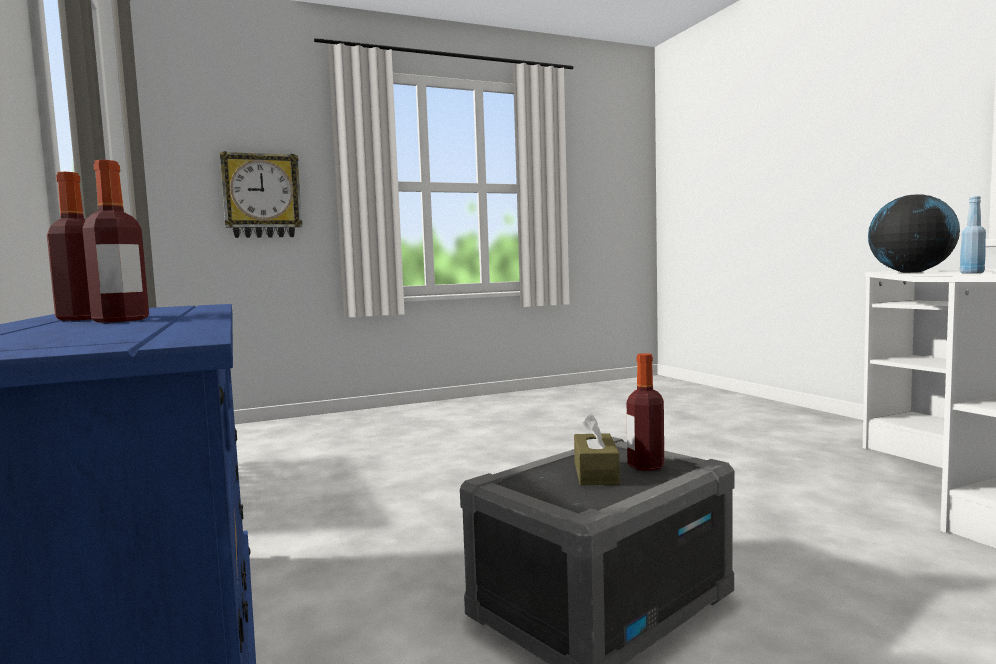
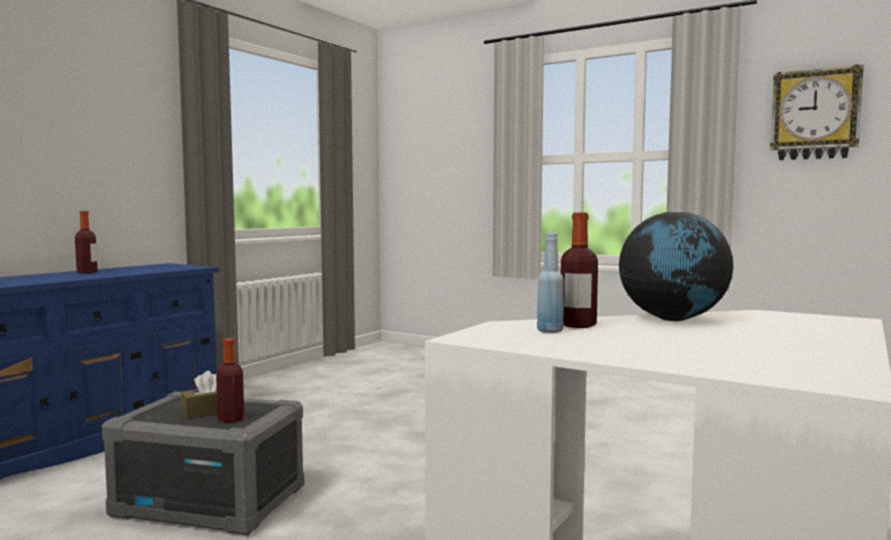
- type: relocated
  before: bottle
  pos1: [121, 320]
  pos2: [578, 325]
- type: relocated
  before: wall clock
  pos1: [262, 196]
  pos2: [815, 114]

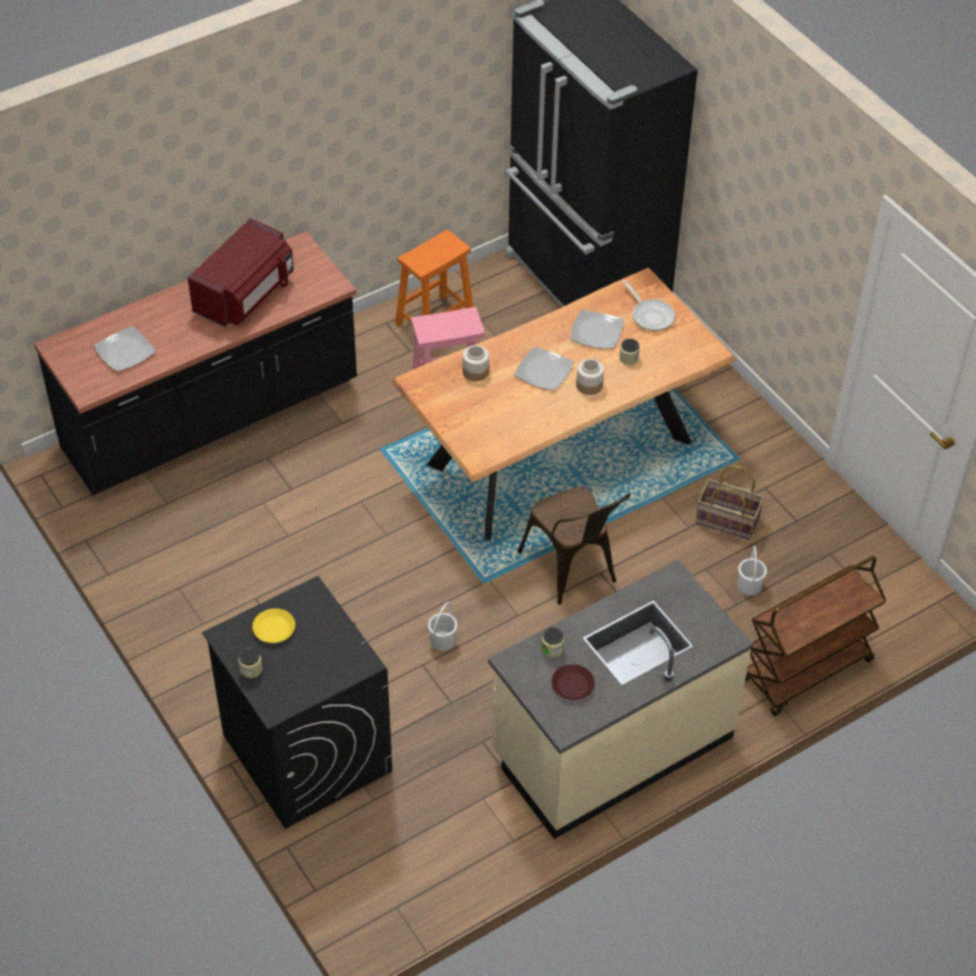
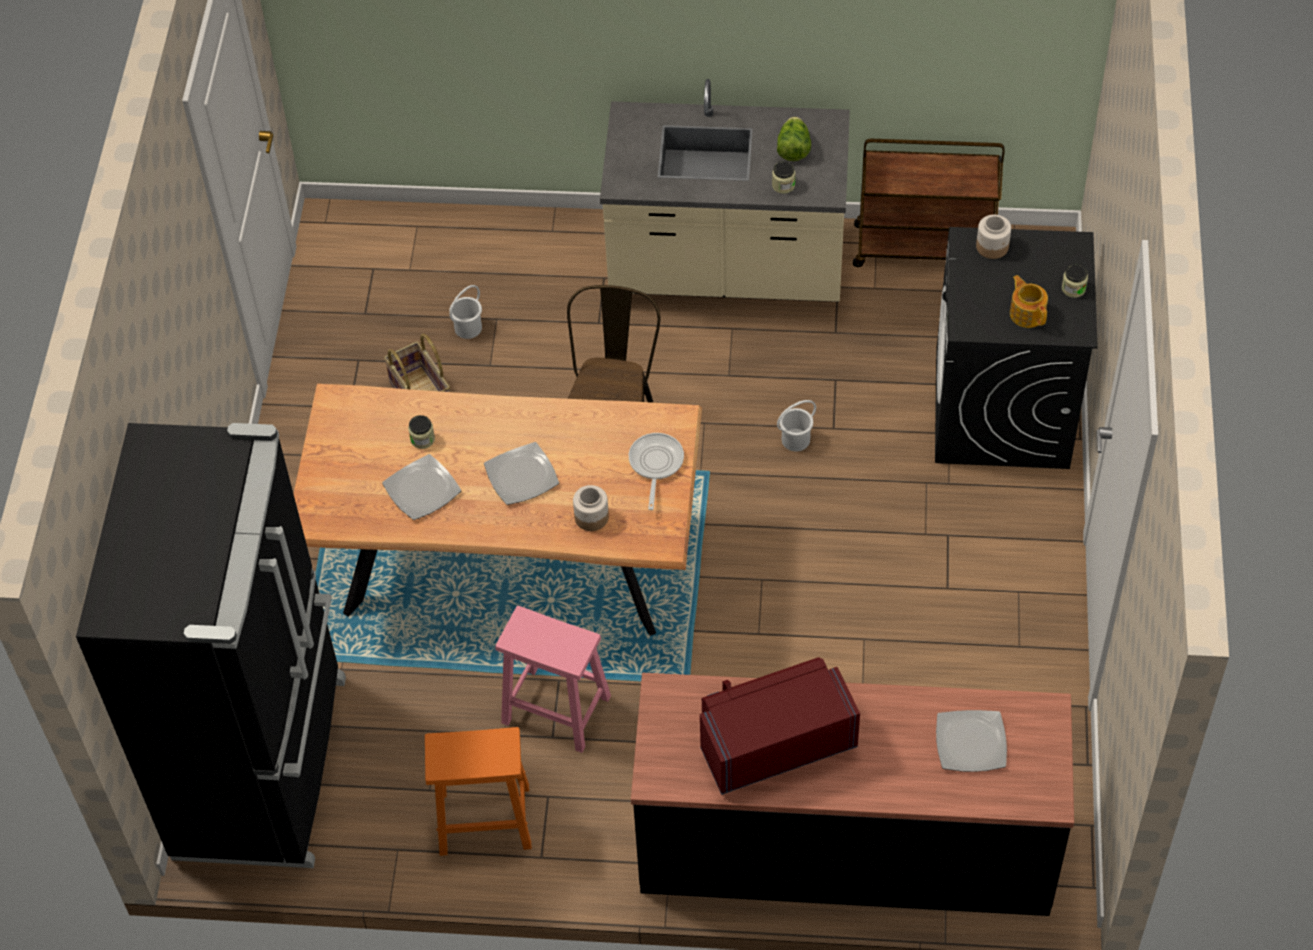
- type: exchanged
  before: plate in yellow
  after: teapot
  pos1: [273, 629]
  pos2: [1027, 313]
- type: exchanged
  before: plate in brown
  after: lettuce
  pos1: [572, 685]
  pos2: [793, 149]
- type: relocated
  before: jar
  pos1: [589, 385]
  pos2: [992, 246]
- type: relocated
  before: frying pan
  pos1: [650, 315]
  pos2: [655, 464]
- type: relocated
  before: cart in brown
  pos1: [806, 671]
  pos2: [924, 247]

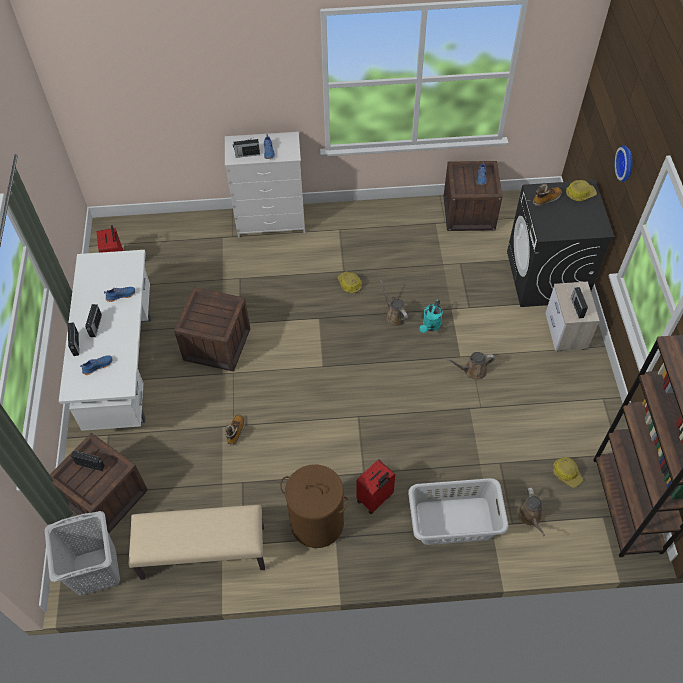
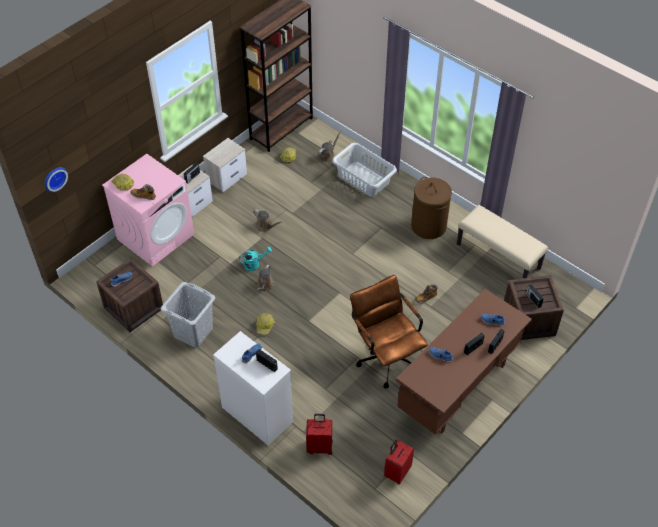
- type: relocated
  before: laundry basket in grey
  pos1: [97, 570]
  pos2: [193, 332]
- type: colour
  before: desk in white
  after: desk in brown
  pos1: [123, 369]
  pos2: [458, 388]
- type: exchanged
  before: crate
  after: office chair in brown
  pos1: [217, 344]
  pos2: [386, 355]
- type: relocated
  before: suitcase in red
  pos1: [375, 499]
  pos2: [320, 446]
- type: colour
  before: washing machine in black
  after: washing machine in pink
  pos1: [546, 277]
  pos2: [156, 236]
- type: relocated
  before: wall clock
  pos1: [626, 163]
  pos2: [54, 178]
- type: appeared
  after: nightstand
  pos2: [227, 177]

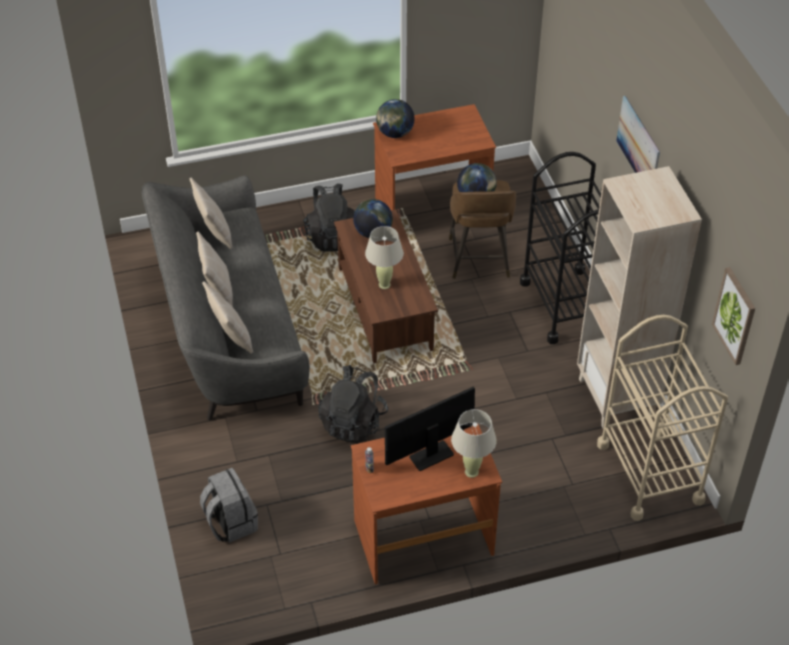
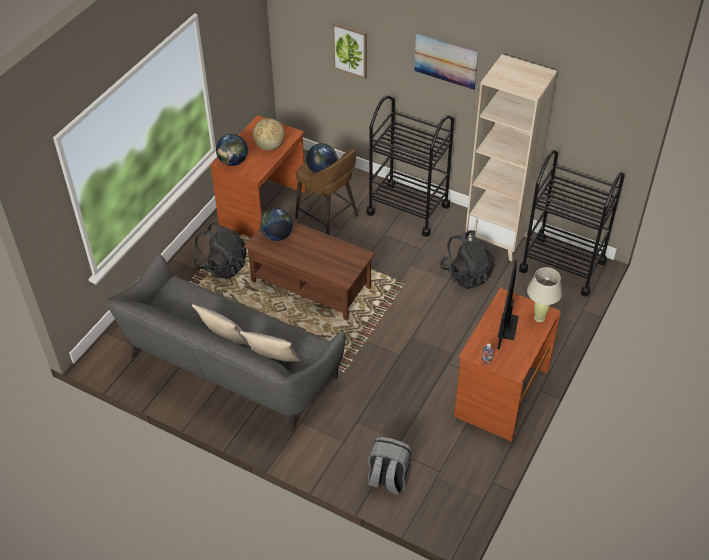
- type: missing
  before: pillow in beige
  pos1: [214, 232]
- type: relocated
  before: backpack in black
  pos1: [353, 422]
  pos2: [466, 274]
- type: missing
  before: table lamp in beige
  pos1: [384, 285]
- type: colour
  before: cart in beige
  after: cart in black
  pos1: [650, 472]
  pos2: [562, 266]
- type: relocated
  before: picture
  pos1: [735, 316]
  pos2: [350, 50]
- type: appeared
  after: globe
  pos2: [269, 146]

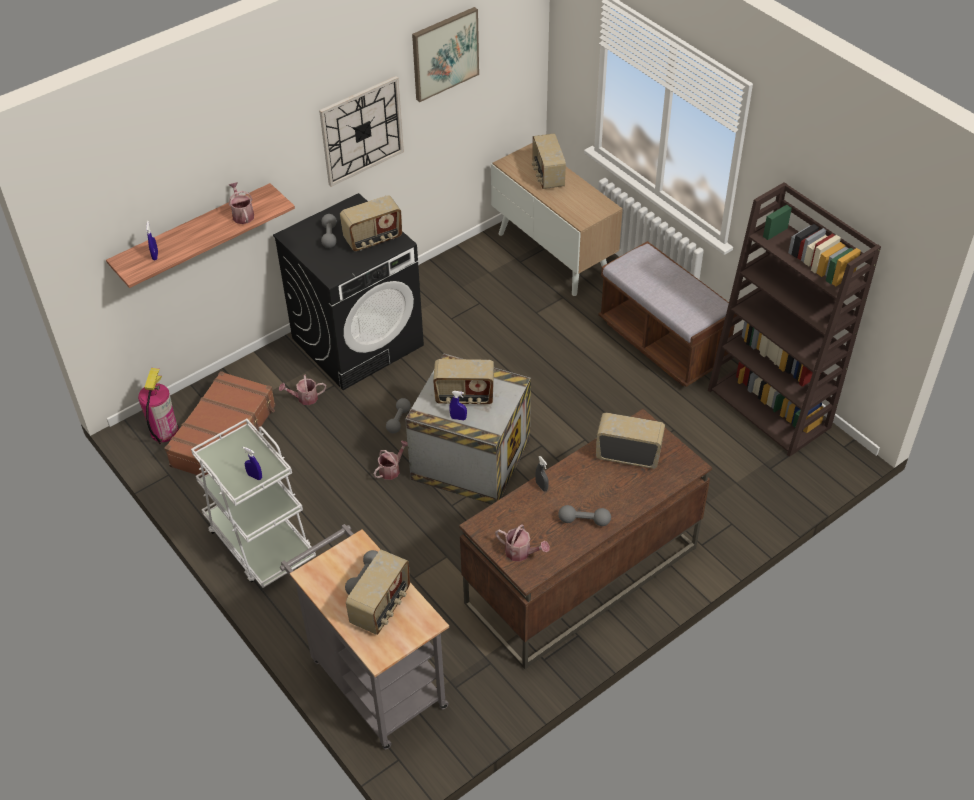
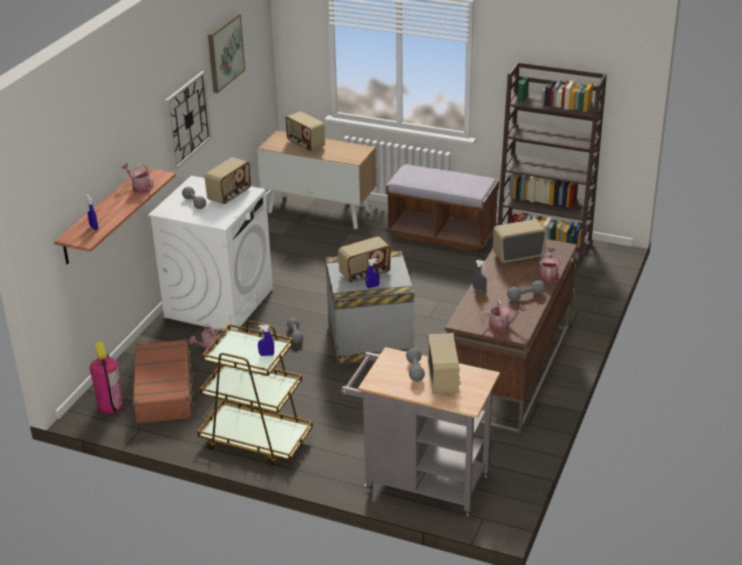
- type: colour
  before: cart in white
  after: cart in brown
  pos1: [260, 542]
  pos2: [255, 440]
- type: colour
  before: washing machine in black
  after: washing machine in white
  pos1: [358, 341]
  pos2: [219, 302]
- type: relocated
  before: watering can
  pos1: [391, 469]
  pos2: [548, 275]

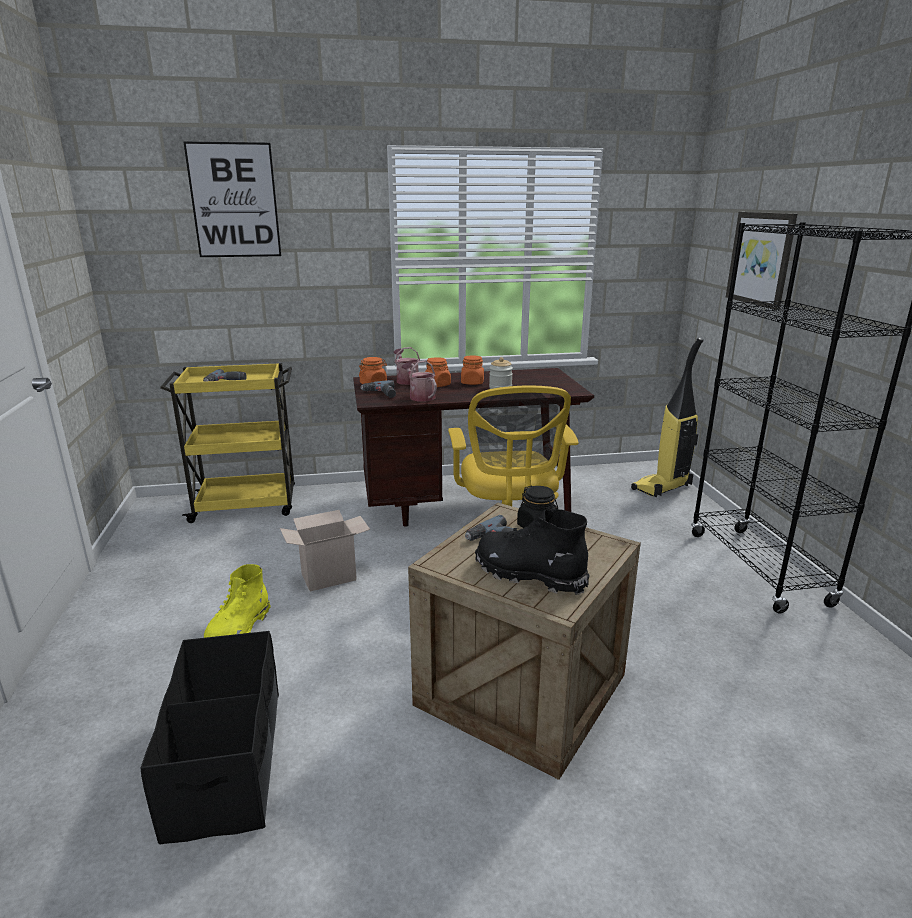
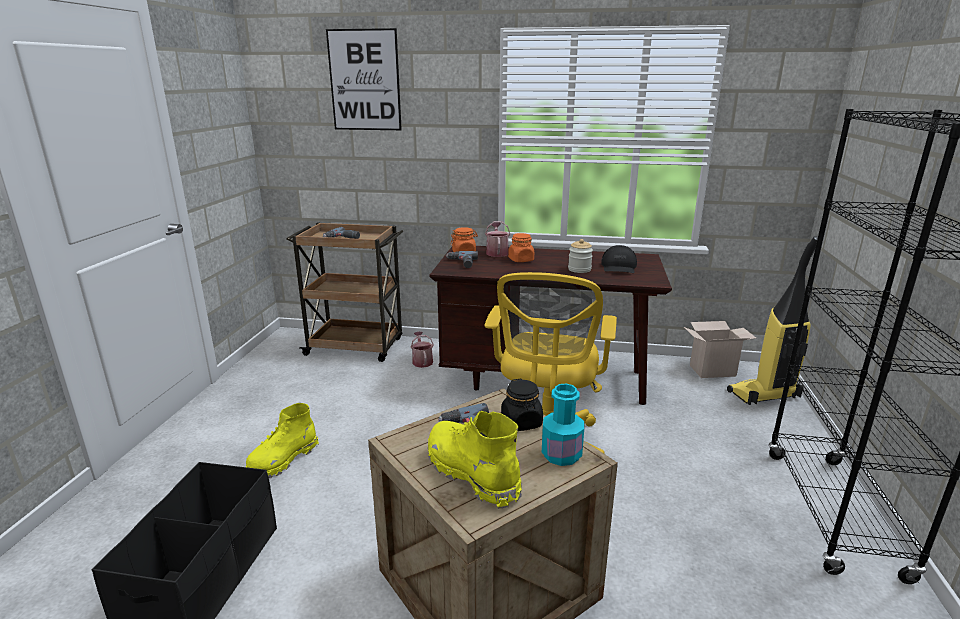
- type: colour
  before: cart in yellow
  after: cart in brown
  pos1: [247, 505]
  pos2: [356, 347]
- type: relocated
  before: cardboard box
  pos1: [330, 576]
  pos2: [713, 370]
- type: relocated
  before: watering can
  pos1: [420, 396]
  pos2: [422, 361]
- type: missing
  before: jar in orange
  pos1: [472, 383]
- type: colour
  before: boot in black
  after: boot in yellow
  pos1: [529, 574]
  pos2: [472, 473]
- type: missing
  before: picture
  pos1: [761, 259]
- type: appeared
  after: bottle in turquoise
  pos2: [561, 454]
- type: appeared
  after: cap in black
  pos2: [619, 267]

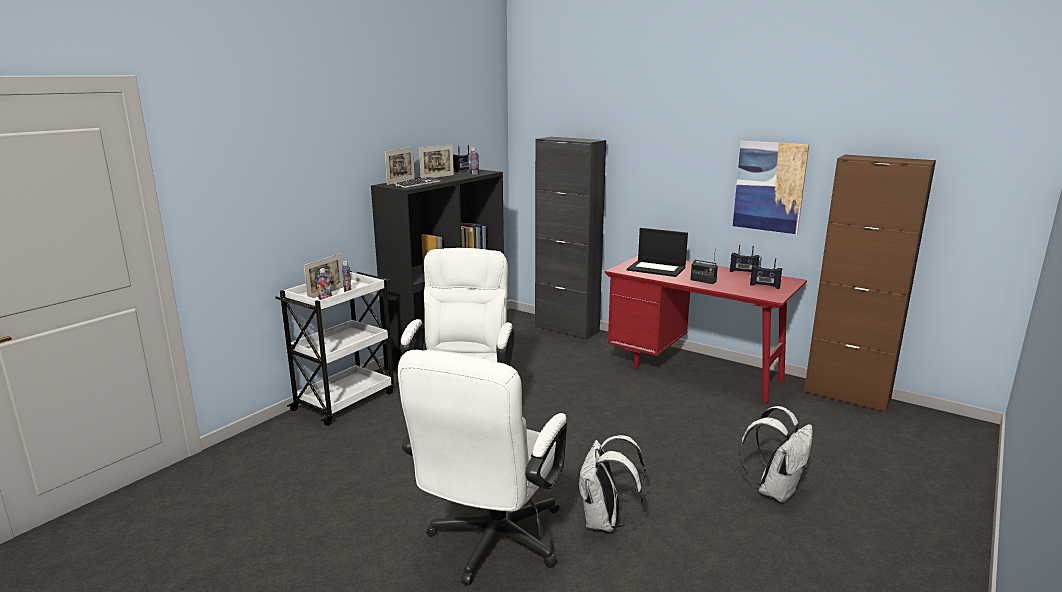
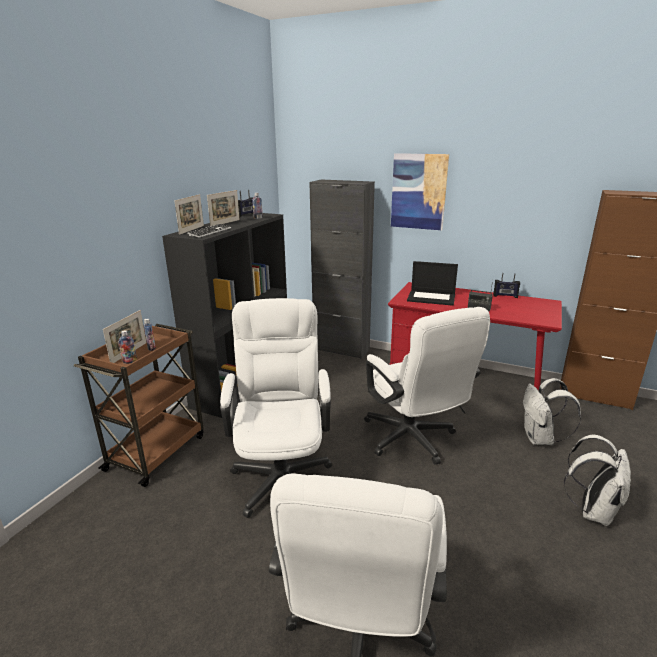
- type: colour
  before: cart in white
  after: cart in brown
  pos1: [345, 400]
  pos2: [157, 451]
- type: relocated
  before: backpack in white
  pos1: [604, 522]
  pos2: [540, 439]
- type: relocated
  before: picture
  pos1: [769, 186]
  pos2: [418, 191]
- type: missing
  before: radio
  pos1: [764, 286]
- type: appeared
  after: office chair in white
  pos2: [413, 441]

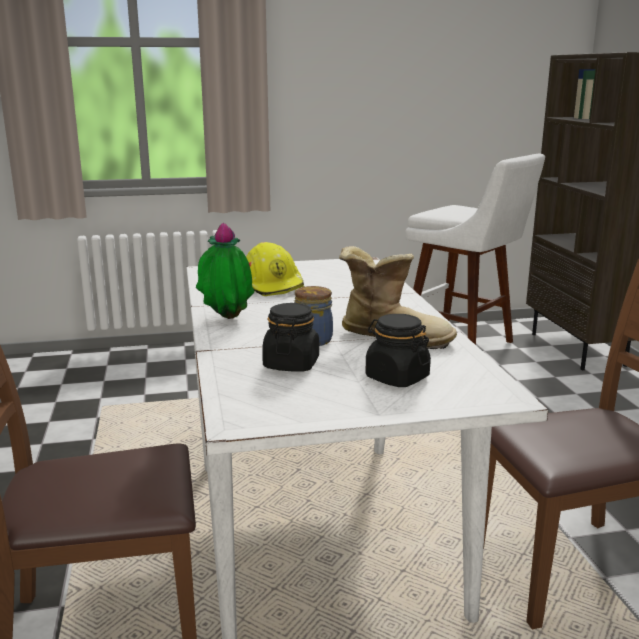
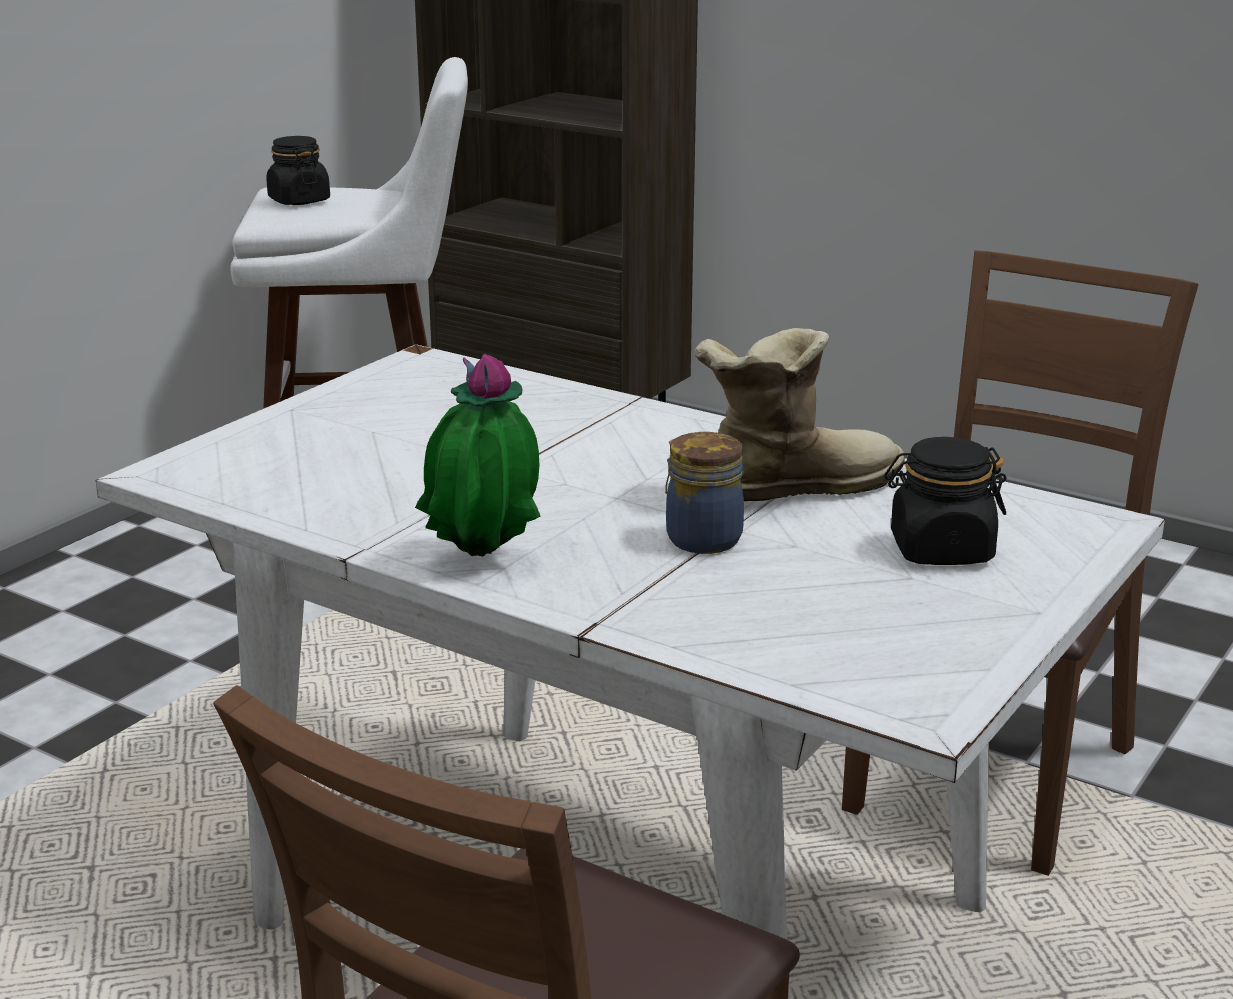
- type: missing
  before: hard hat in yellow
  pos1: [273, 285]
- type: relocated
  before: jar in black
  pos1: [291, 364]
  pos2: [299, 201]

